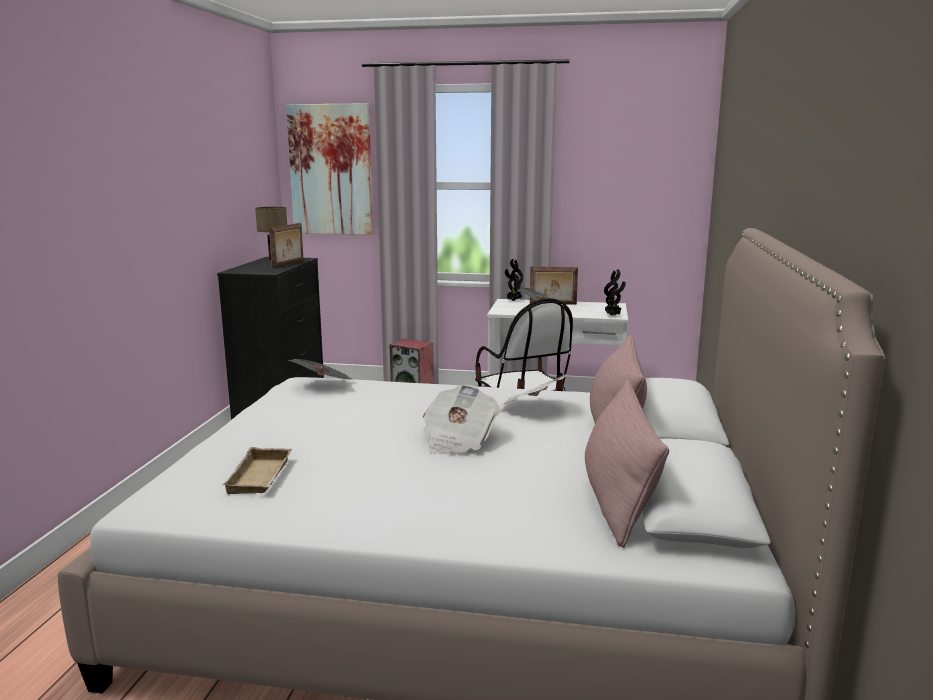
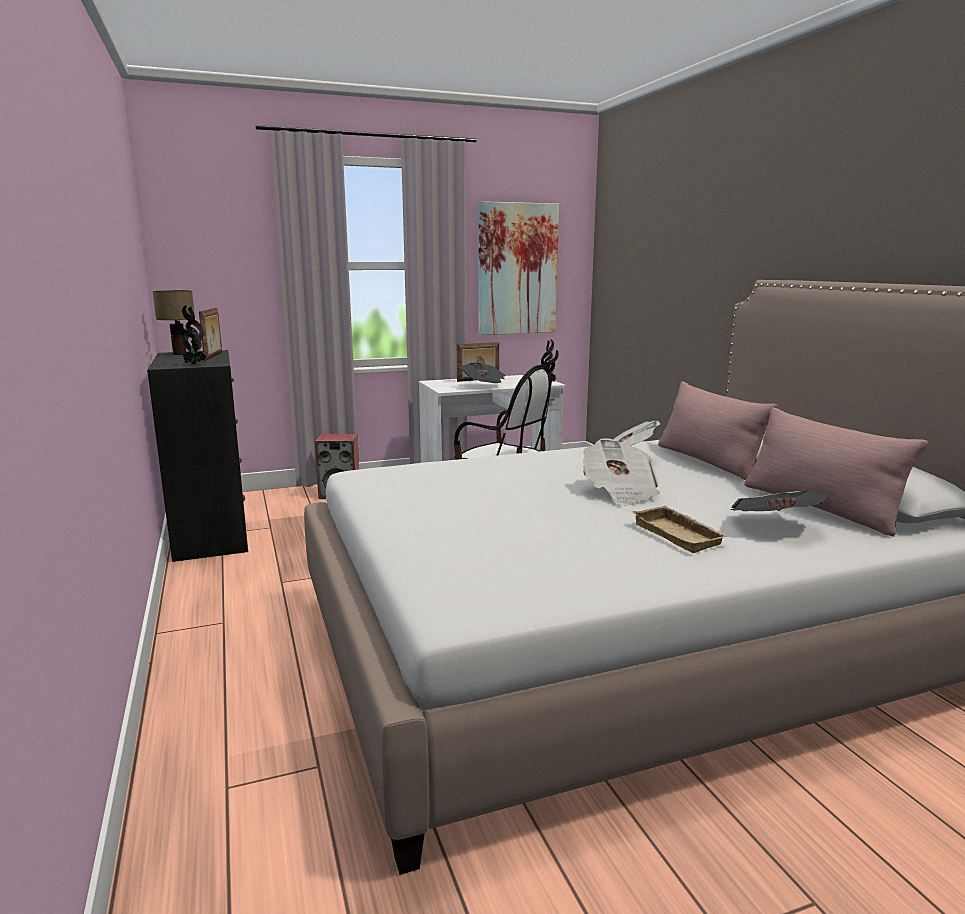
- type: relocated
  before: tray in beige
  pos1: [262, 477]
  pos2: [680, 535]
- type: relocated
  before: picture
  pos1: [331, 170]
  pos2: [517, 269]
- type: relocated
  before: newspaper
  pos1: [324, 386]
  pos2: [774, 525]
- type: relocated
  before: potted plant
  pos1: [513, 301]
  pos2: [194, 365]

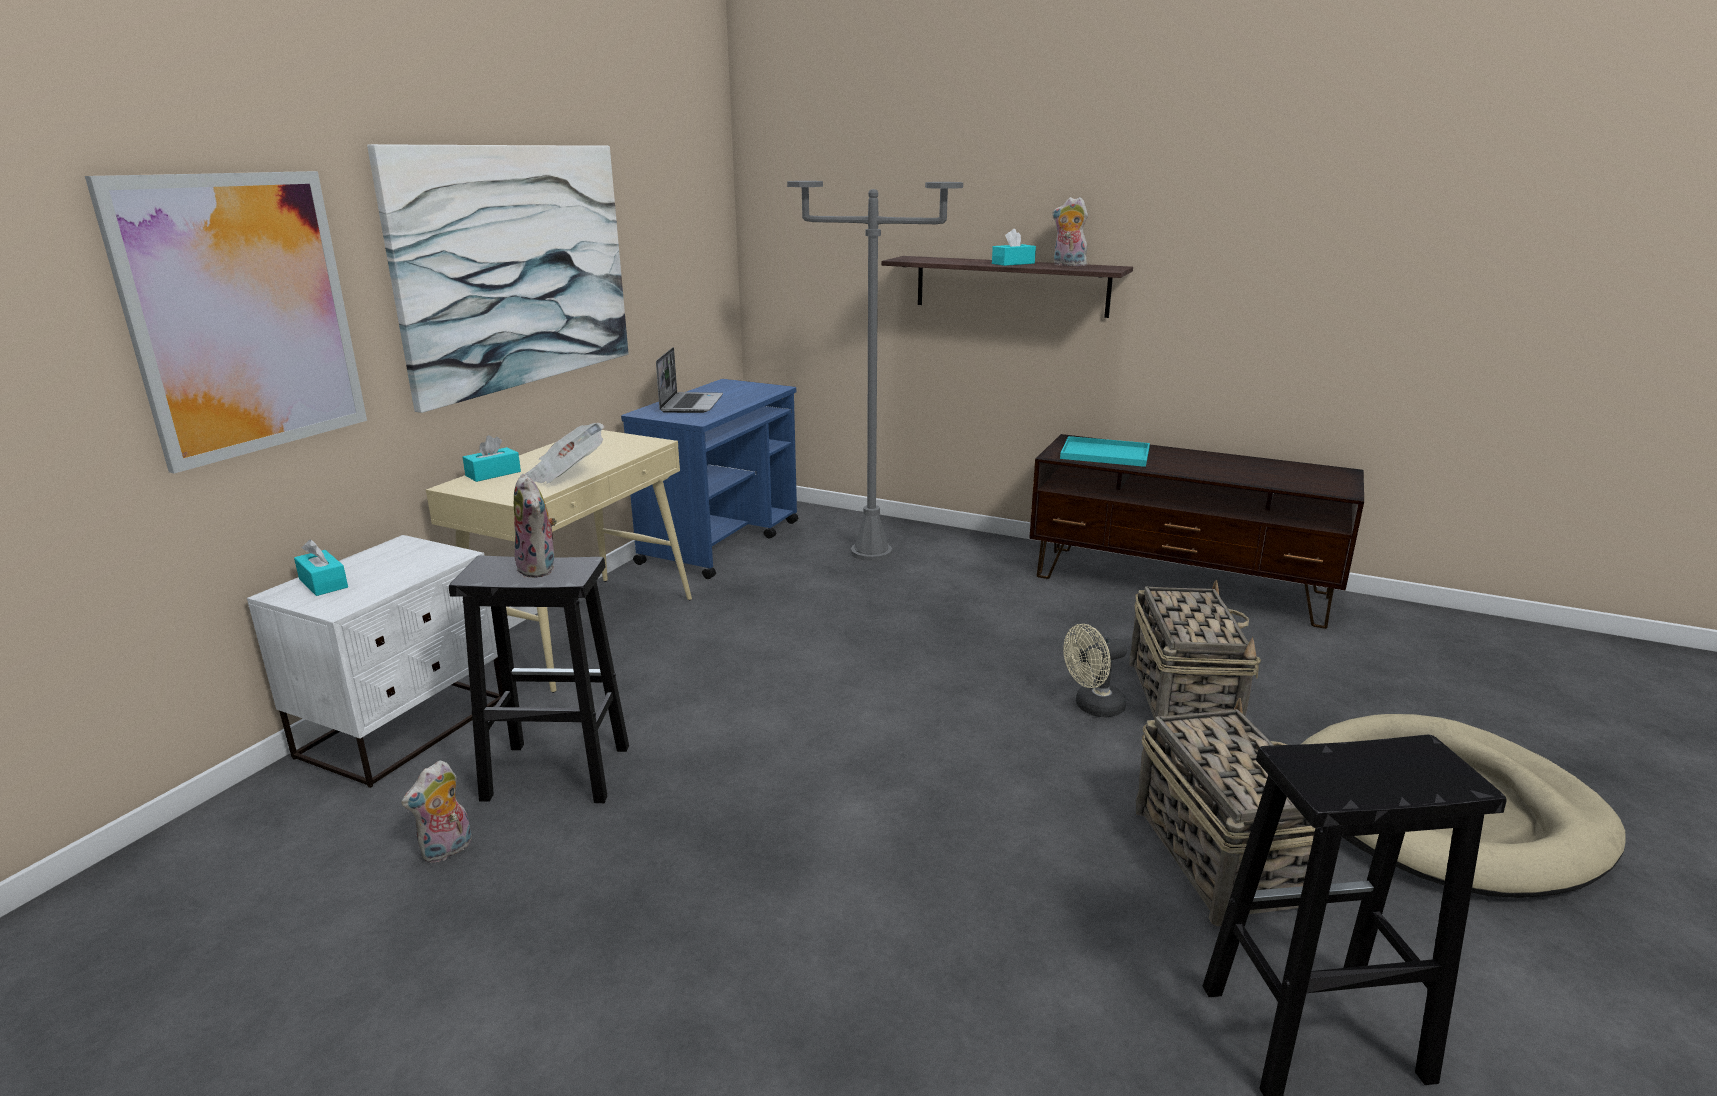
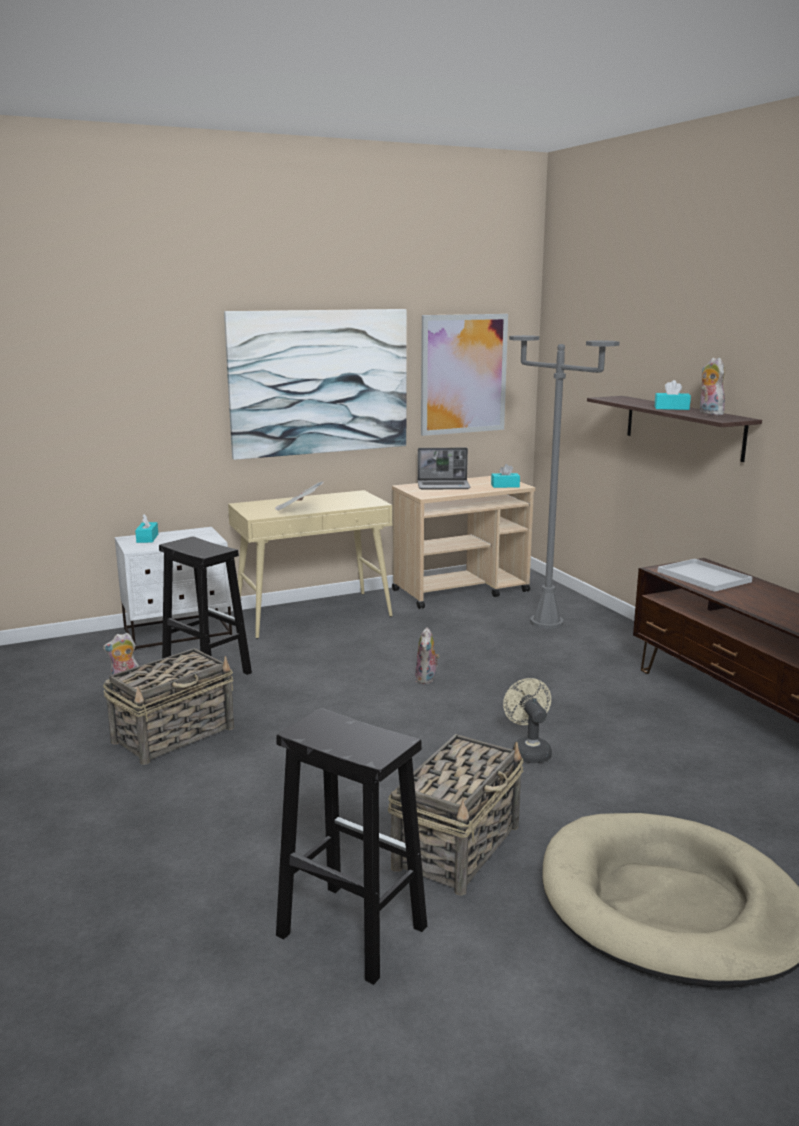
- type: relocated
  before: picture
  pos1: [243, 315]
  pos2: [463, 374]
- type: relocated
  before: tissue box in turquoise
  pos1: [493, 474]
  pos2: [505, 486]
- type: relocated
  before: plush toy
  pos1: [540, 569]
  pos2: [427, 679]
- type: colour
  before: cart in blue
  after: cart in beige
  pos1: [721, 541]
  pos2: [461, 591]
- type: spun
  before: laptop
  pos1: [691, 404]
  pos2: [444, 486]
  turn: 45
- type: colour
  before: tray in turquoise
  after: tray in white
  pos1: [1107, 453]
  pos2: [705, 577]
- type: spun
  before: fan in beige
  pos1: [1093, 707]
  pos2: [529, 751]
  turn: 60
- type: relocated
  before: basket
  pos1: [1182, 695]
  pos2: [175, 734]

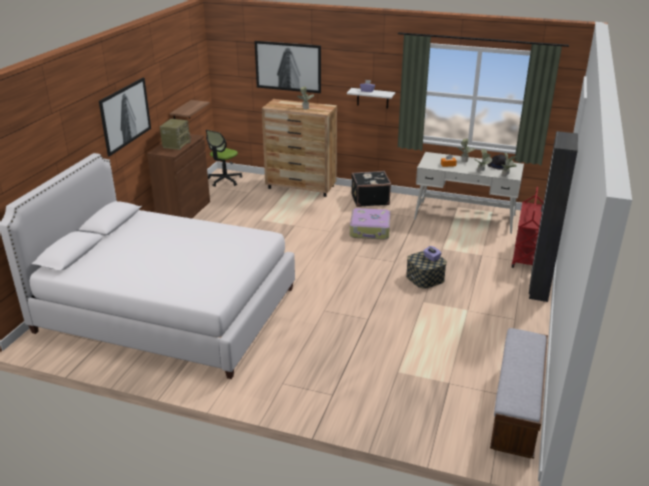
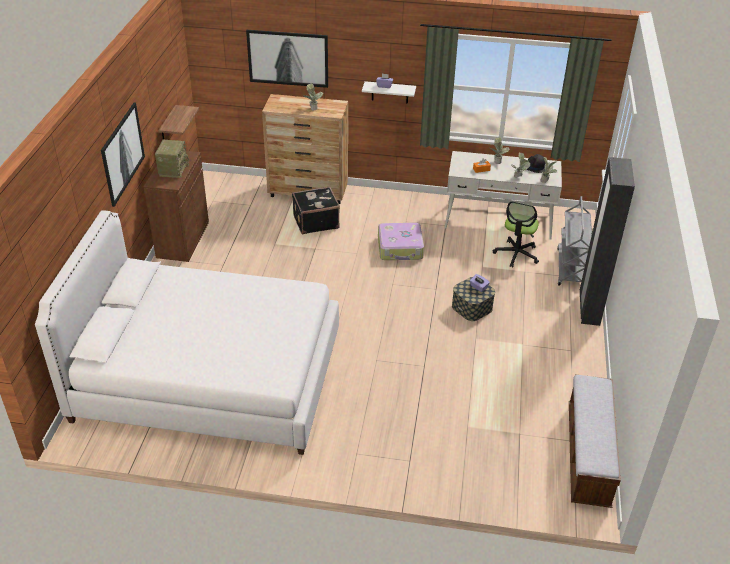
- type: relocated
  before: office chair
  pos1: [224, 180]
  pos2: [516, 254]
- type: relocated
  before: suitcase in black
  pos1: [369, 199]
  pos2: [315, 221]
- type: colour
  before: cart in red
  after: cart in grey
  pos1: [526, 256]
  pos2: [570, 269]

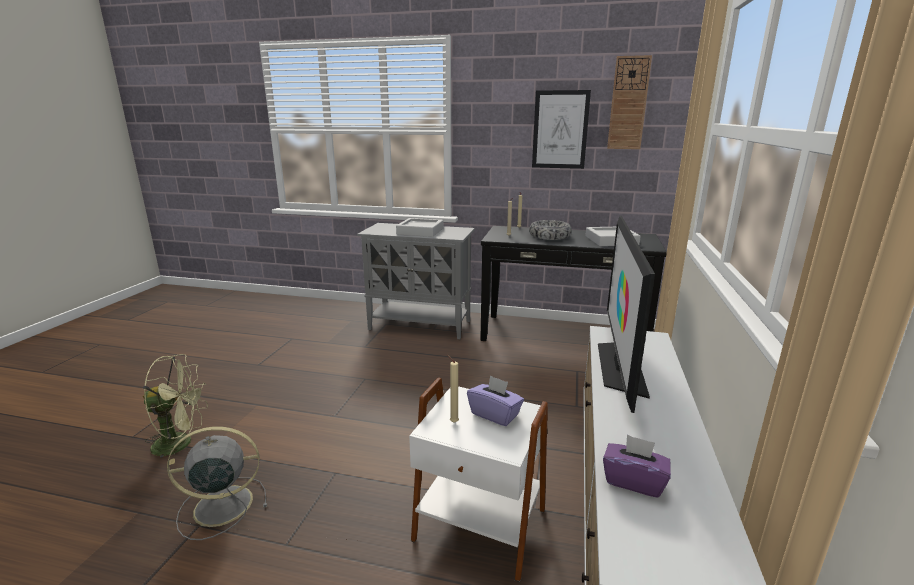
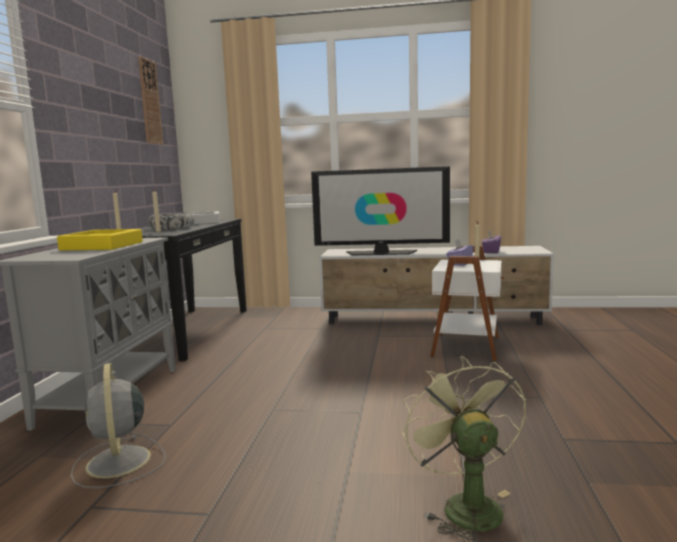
- type: relocated
  before: fan in grey
  pos1: [220, 506]
  pos2: [118, 463]
- type: colour
  before: tray in grey
  after: tray in yellow
  pos1: [420, 231]
  pos2: [102, 246]
- type: missing
  before: picture
  pos1: [560, 130]

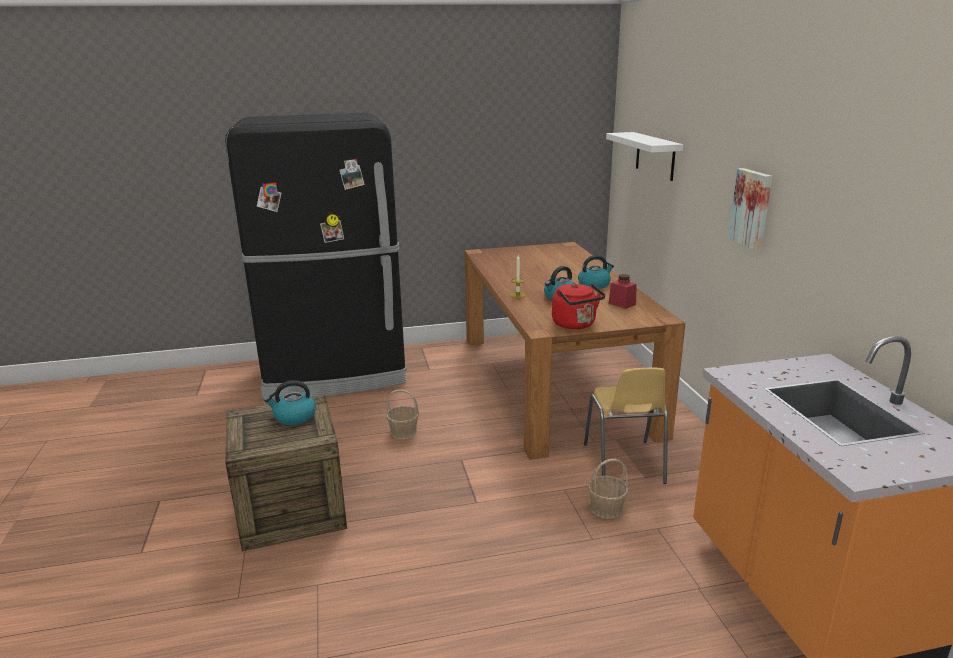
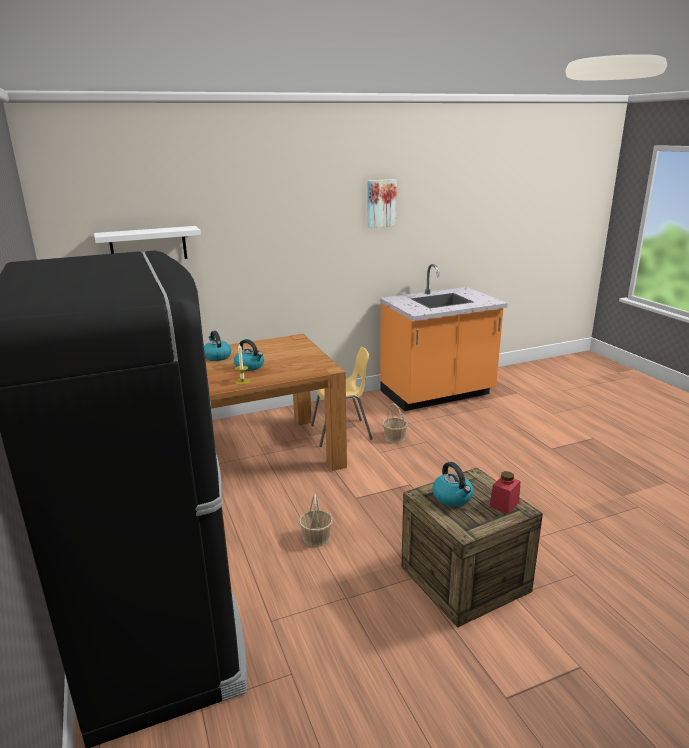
- type: missing
  before: kettle in red
  pos1: [575, 325]
- type: relocated
  before: jar in red
  pos1: [622, 304]
  pos2: [504, 504]
- type: relocated
  before: picture
  pos1: [752, 208]
  pos2: [381, 203]

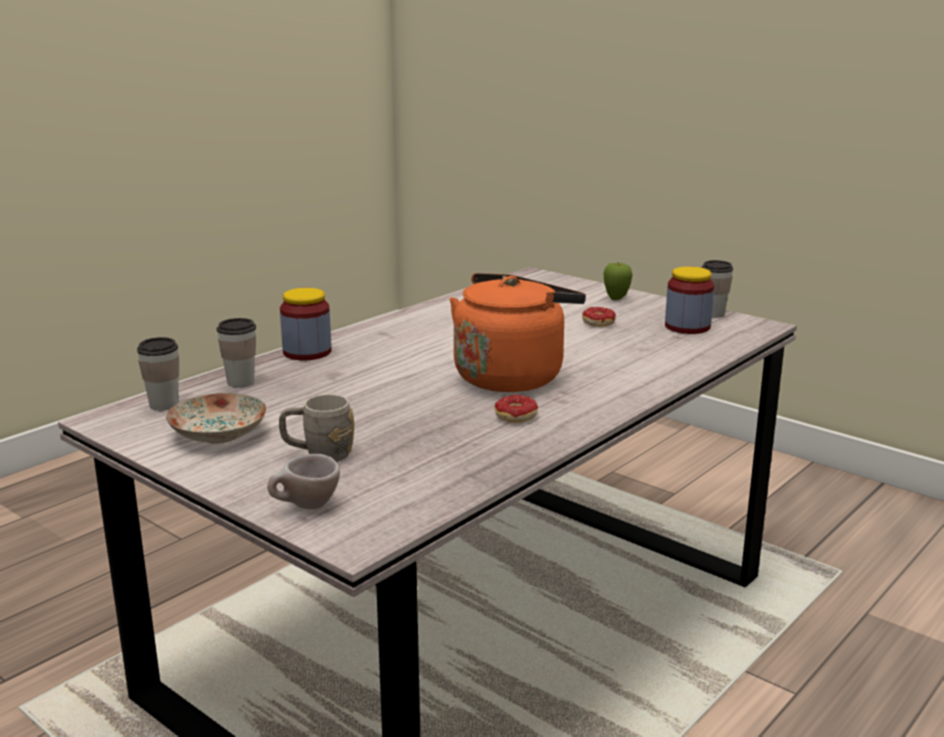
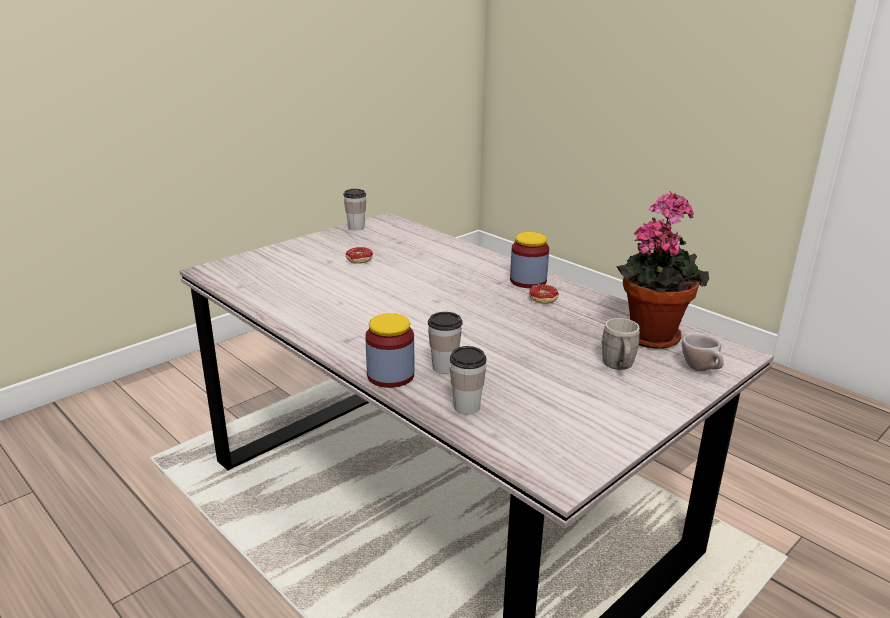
- type: relocated
  before: cup
  pos1: [164, 405]
  pos2: [444, 367]
- type: missing
  before: plate
  pos1: [217, 434]
- type: missing
  before: kettle in orange
  pos1: [512, 376]
- type: missing
  before: apple
  pos1: [616, 299]
- type: relocated
  before: jar
  pos1: [687, 327]
  pos2: [528, 281]
- type: appeared
  after: potted plant
  pos2: [651, 334]

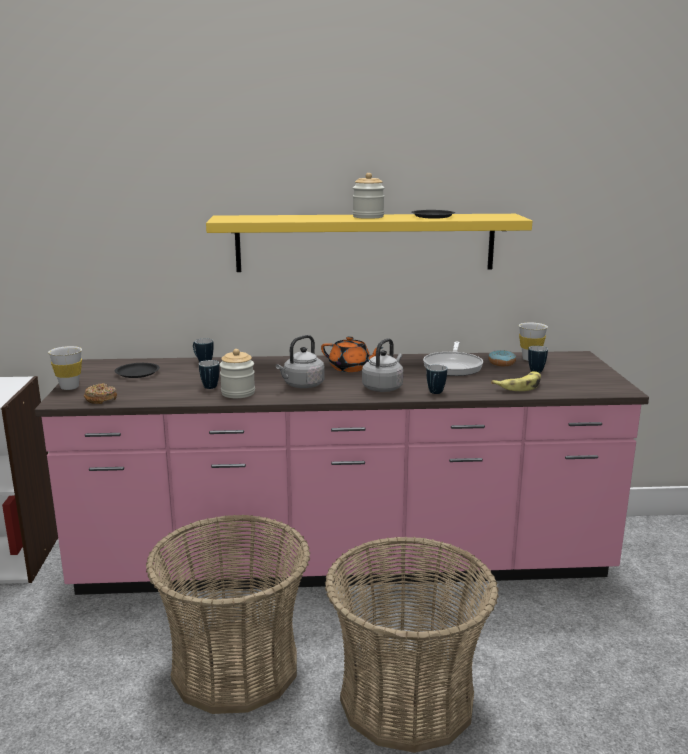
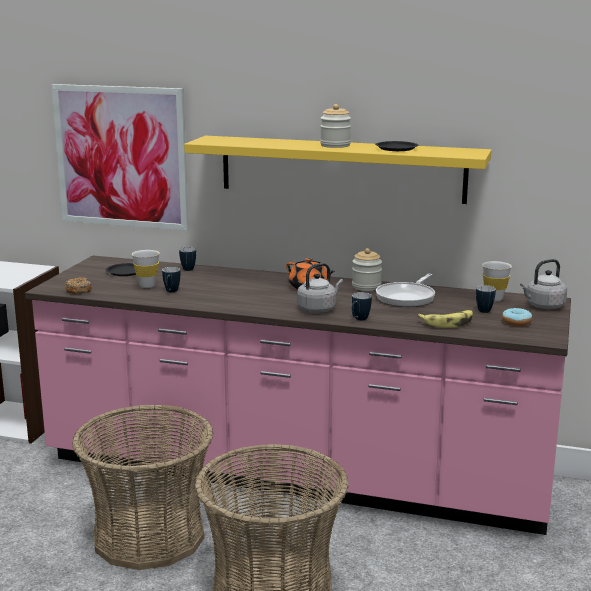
- type: relocated
  before: cup in white
  pos1: [69, 387]
  pos2: [147, 286]
- type: relocated
  before: jar
  pos1: [238, 393]
  pos2: [366, 286]
- type: relocated
  before: kettle in grey
  pos1: [302, 385]
  pos2: [543, 306]
- type: relocated
  before: donut
  pos1: [501, 363]
  pos2: [516, 322]
- type: appeared
  after: picture
  pos2: [121, 157]

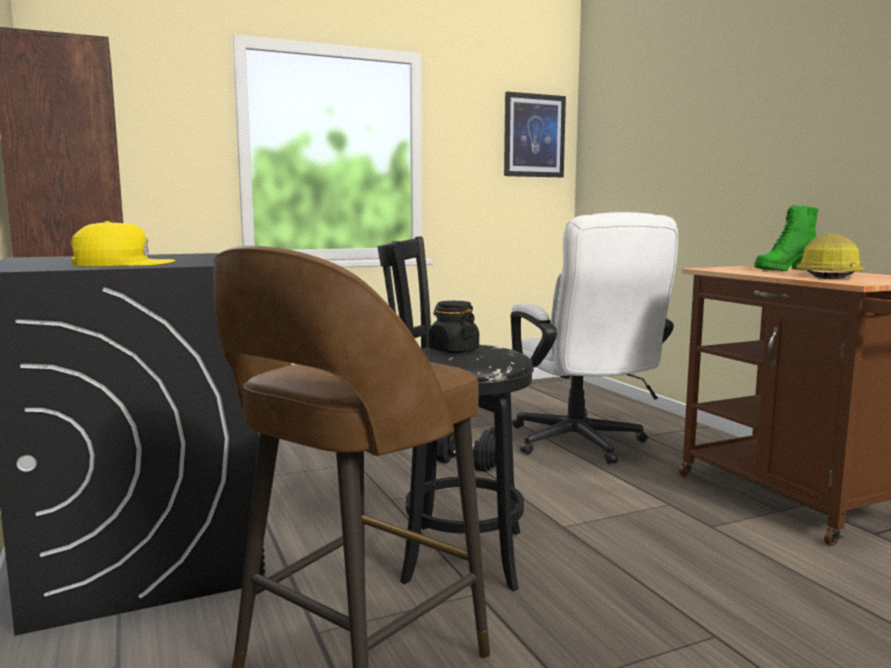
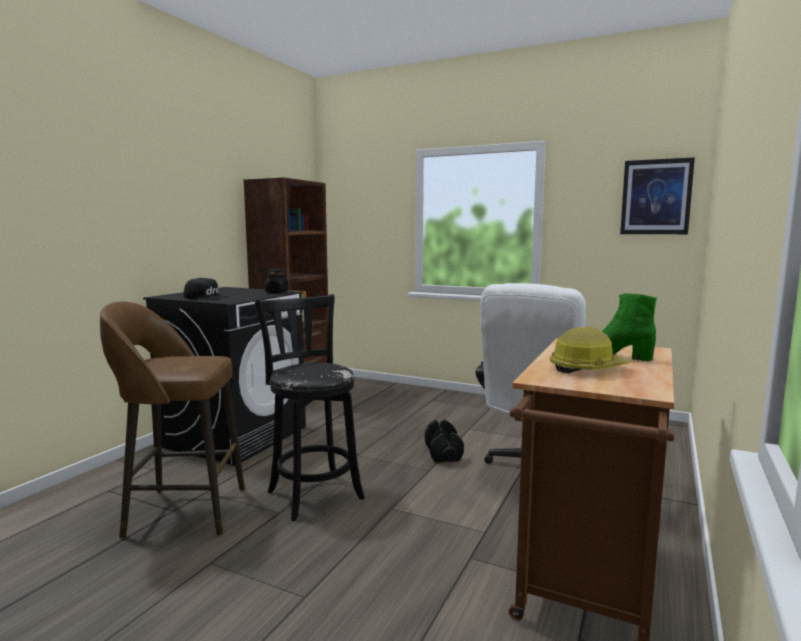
- type: colour
  before: cap in yellow
  after: cap in black
  pos1: [122, 264]
  pos2: [206, 297]
- type: relocated
  before: jar in black
  pos1: [453, 350]
  pos2: [277, 292]

